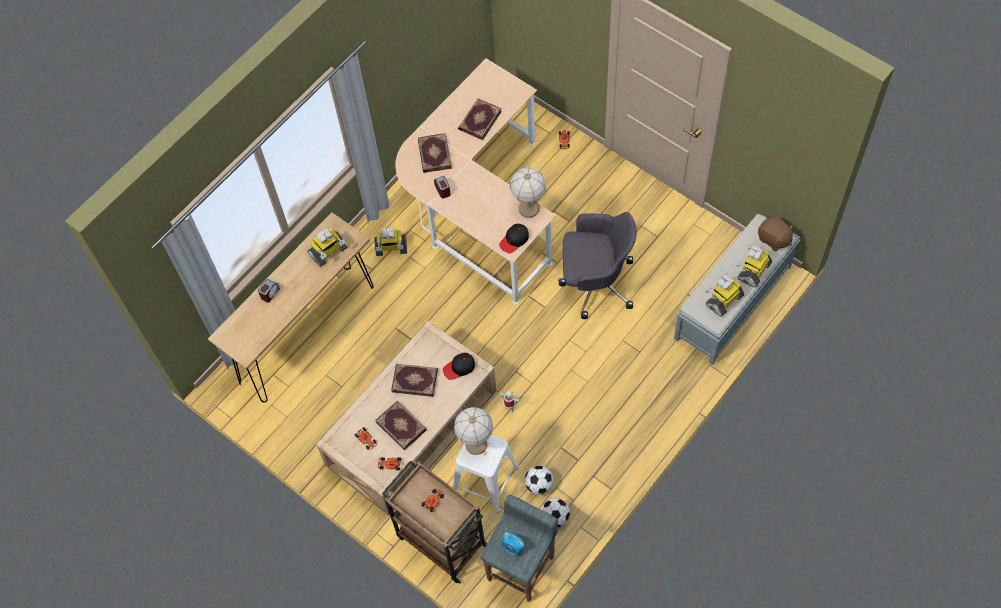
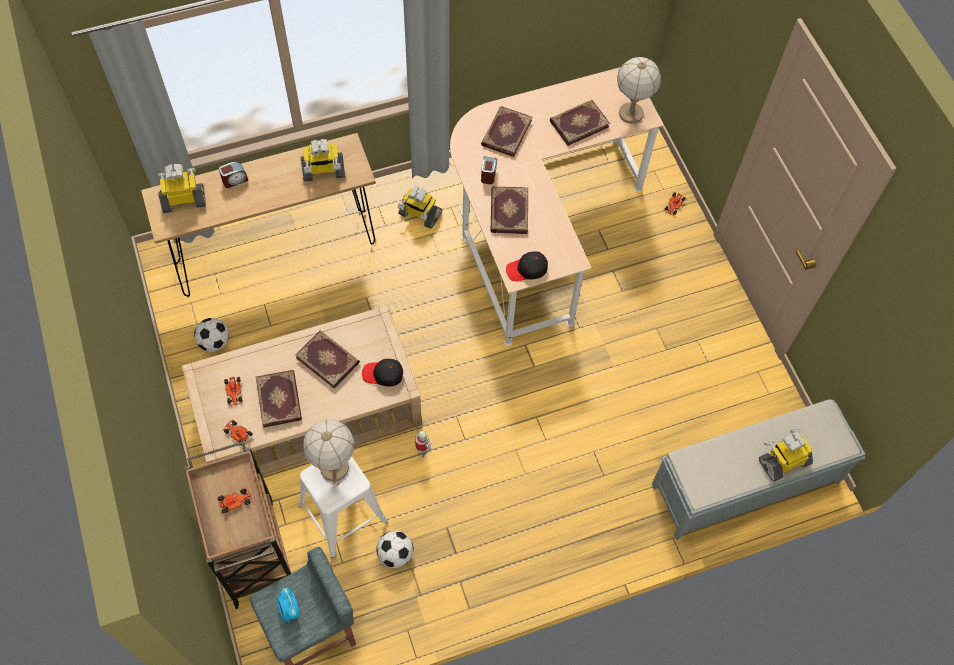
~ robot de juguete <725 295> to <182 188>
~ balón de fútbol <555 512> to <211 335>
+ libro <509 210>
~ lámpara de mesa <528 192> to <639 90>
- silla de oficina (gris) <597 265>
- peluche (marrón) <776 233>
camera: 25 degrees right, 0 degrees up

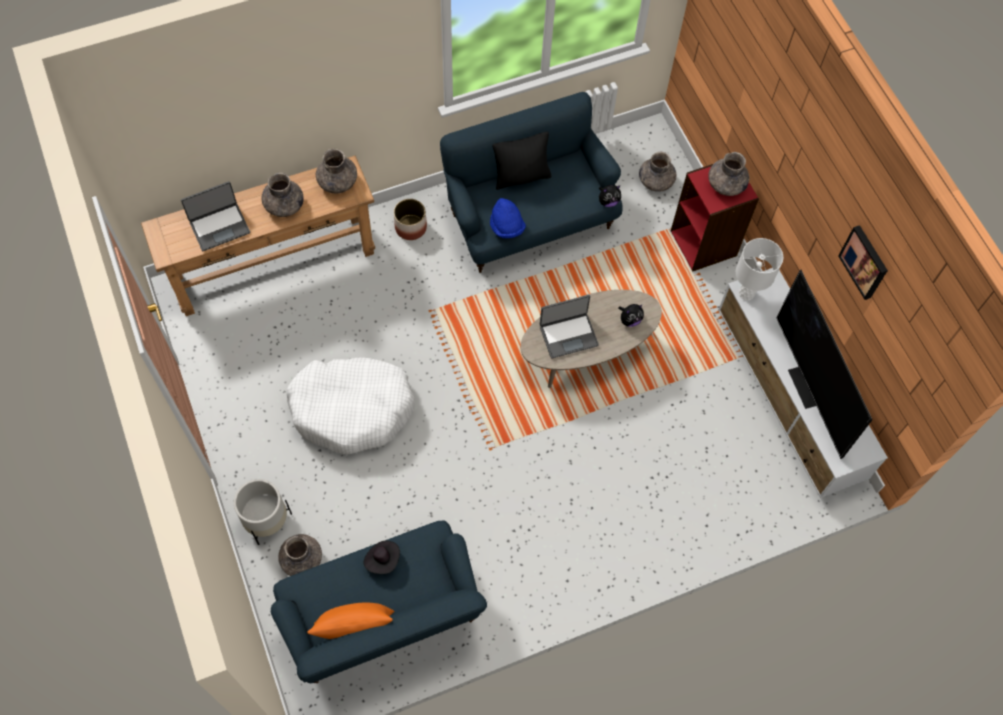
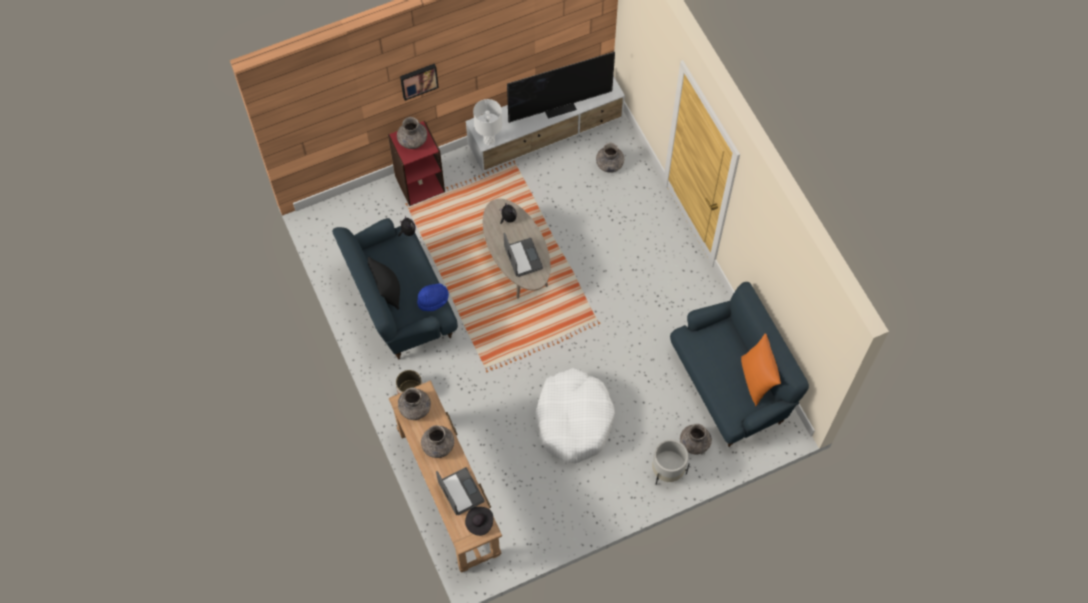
~ cuadro <863 262> to <419 82>
~ sombrero (negro) <382 557> to <479 521>
~ florero (gris) <657 172> to <610 157>
camera: 90 degrees left, 0 degrees up

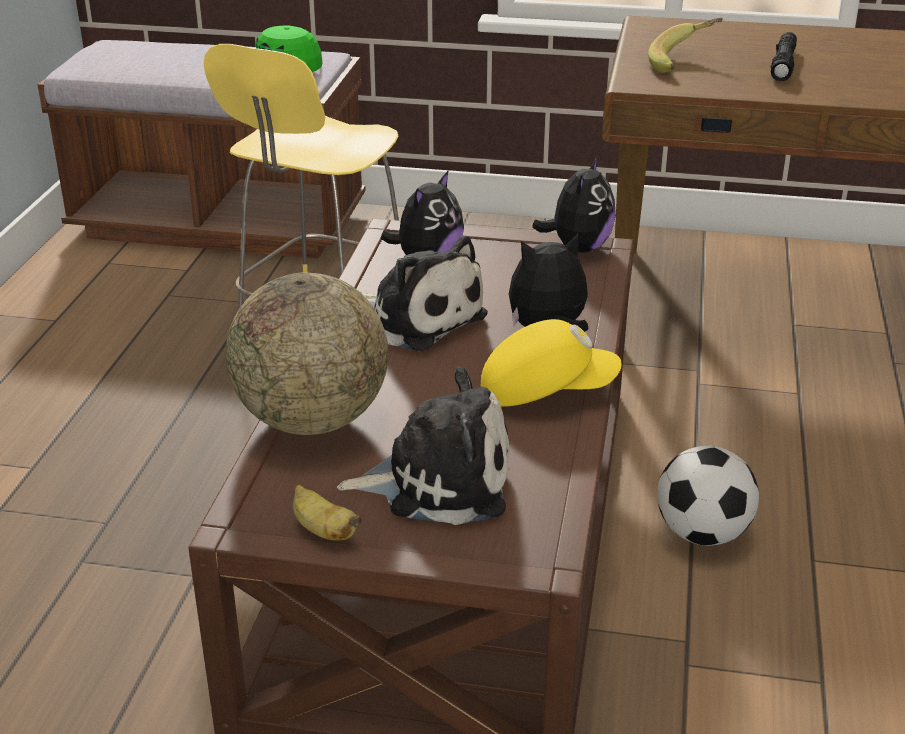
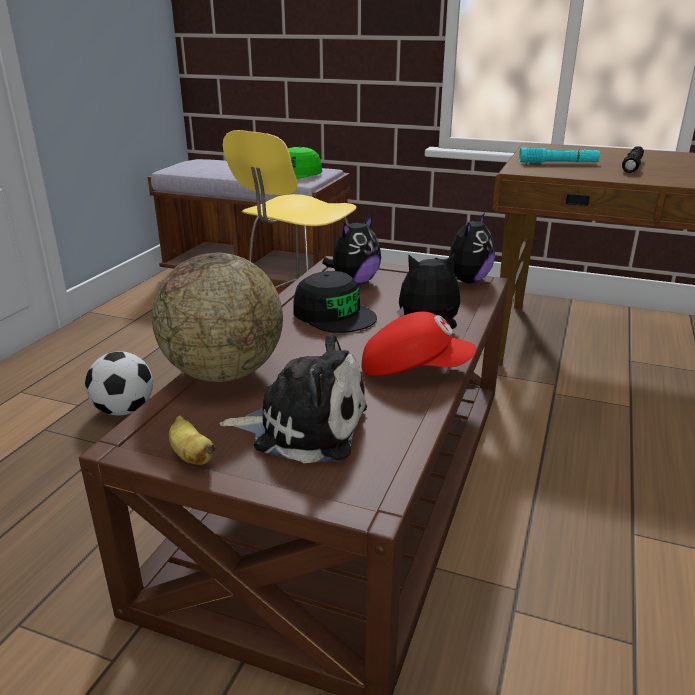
~ balón de fútbol <708 496> to <119 383>
~ peluche <424 293> to gorra (negro) <335 302>
~ gorra (amarillo) <551 362> to gorra (rojo) <419 343>
~ plátano <685 45> to linterna (turquesa) <559 155>
camera: 10 degrees right, 5 degrees down

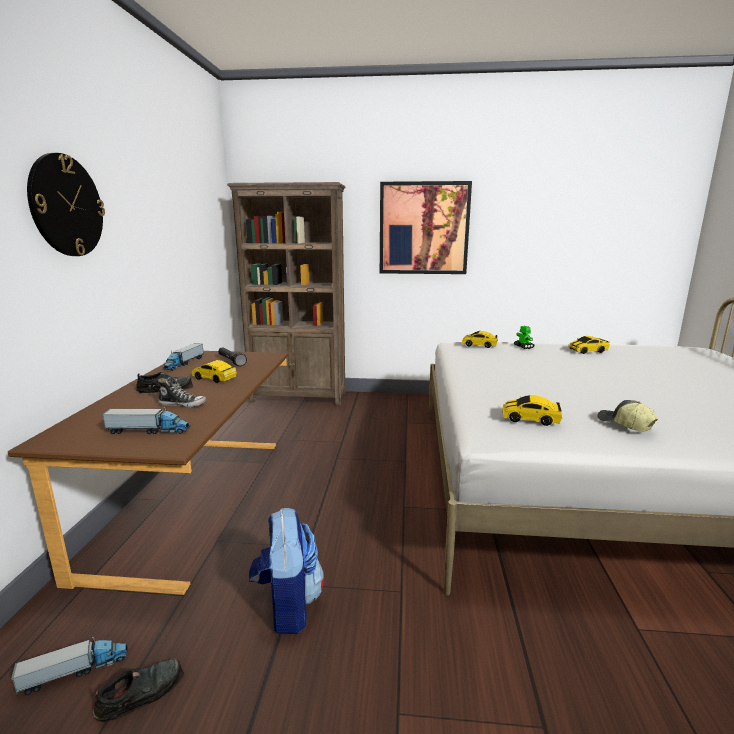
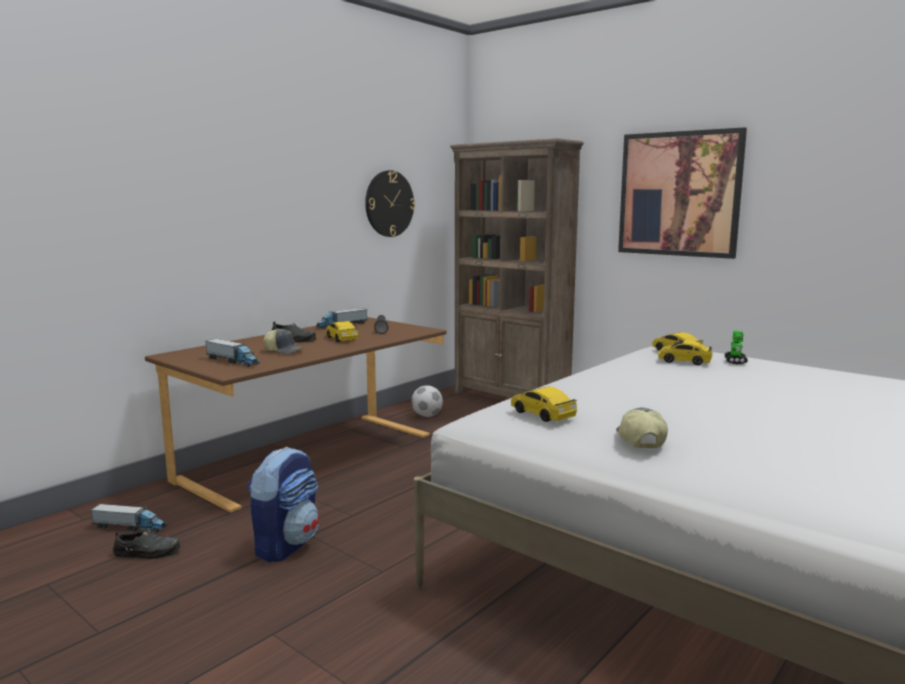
~ zapato <182 392> to gorra <284 342>
~ reloj de pared <66 204> to <390 203>
+ balón de fútbol <427 401>
~ coche de juguete <589 345> to <685 352>
camera: 35 degrees right, 5 degrees down

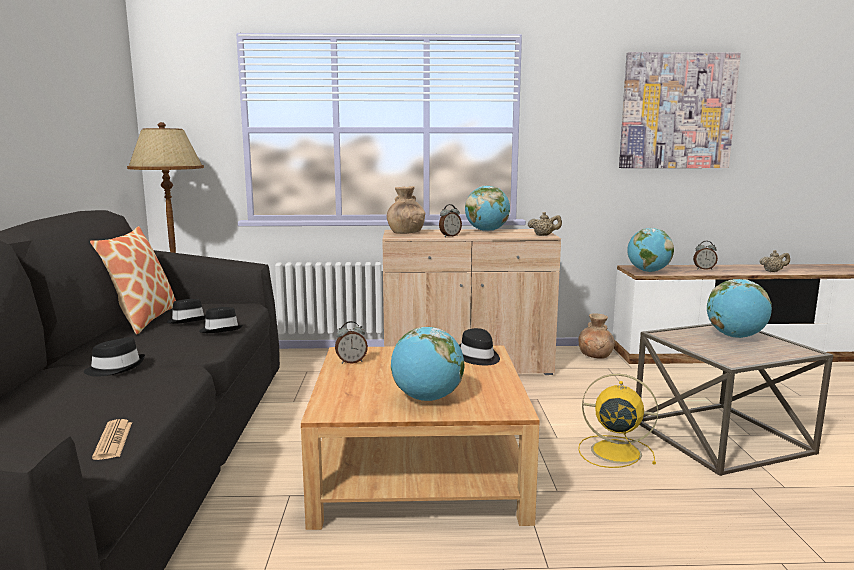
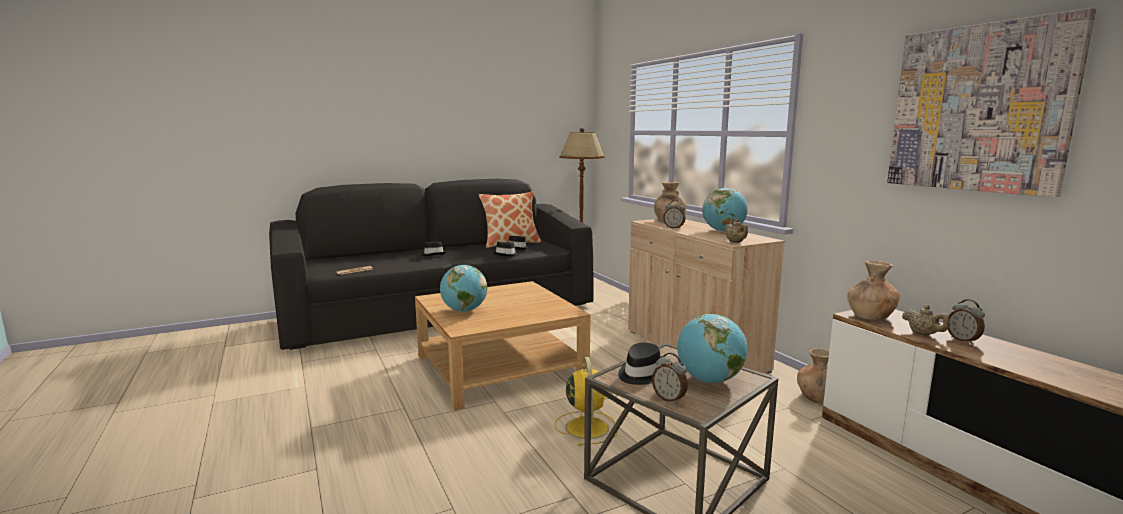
~ sombrero (negro) <479 346> to <642 364>
~ despertador <351 342> to <670 378>
~ globo terráqueo <650 250> to florero (marrón) <873 290>
~ tetera (beis) <774 261> to <926 320>
camera: 65 degrees right, 0 degrees up

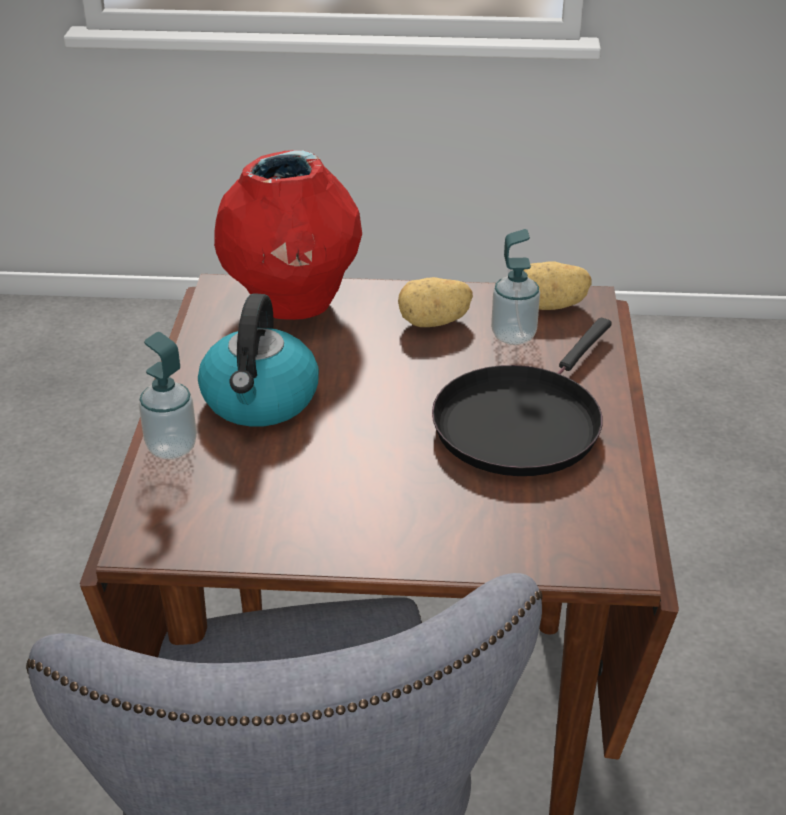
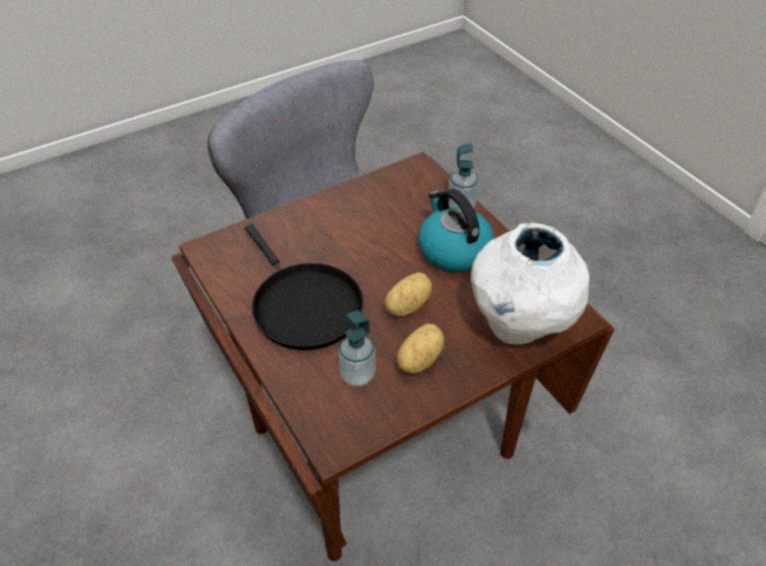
~ sartén (negro) <522 397> = <304 287> 150 degrees clockwise
~ patata <558 285> to <408 294>
~ florero (rojo) <288 235> to florero (blanco) <530 284>
camera: 145 degrees right, 10 degrees up

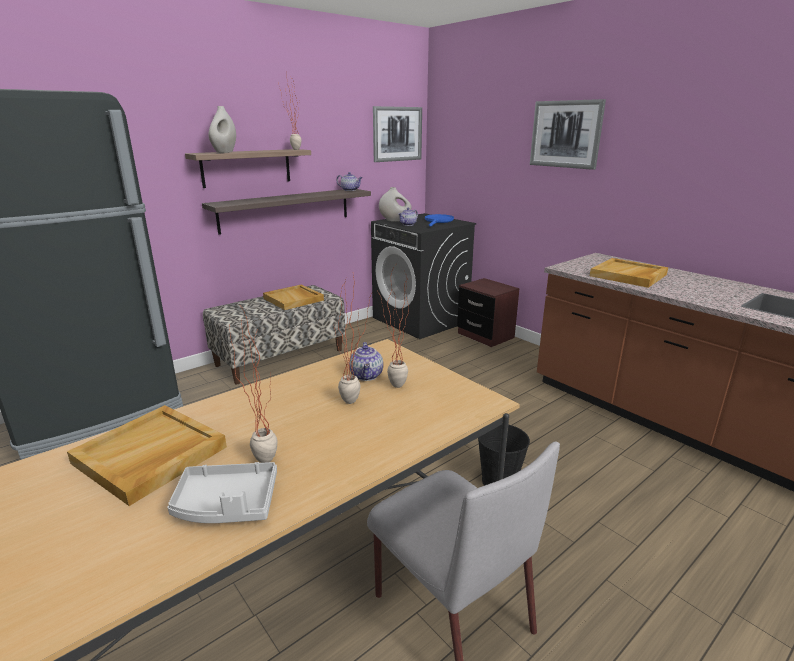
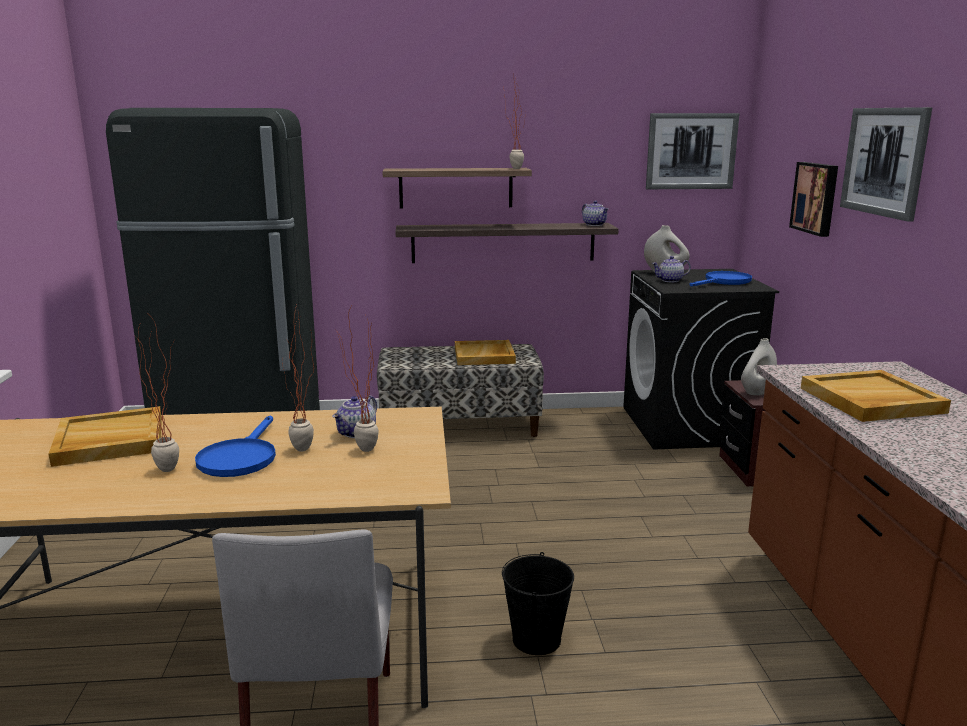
+ sartén (azul) <235 446>
~ florero (blanco) <222 129> to <759 366>
+ cuadro <813 199>
- bandeja (gris) <222 492>
camera: 35 degrees right, 5 degrees down

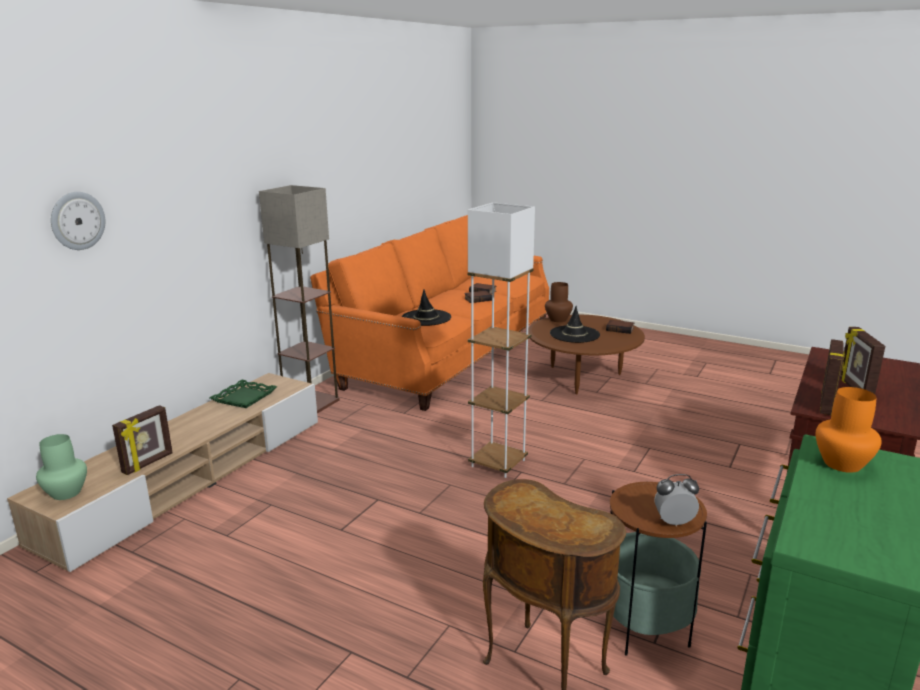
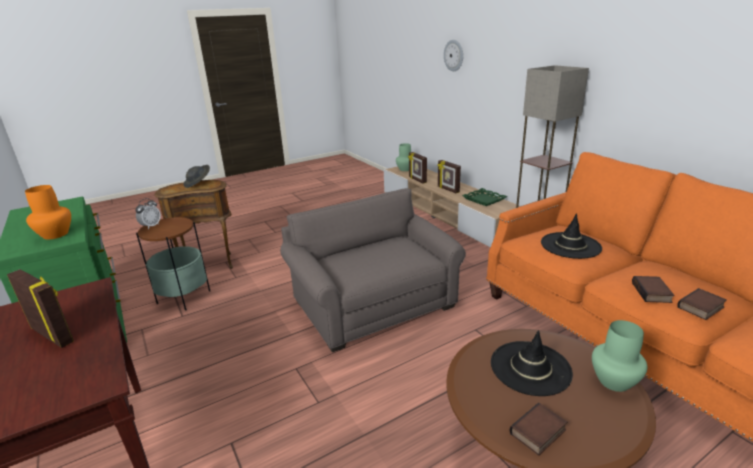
+ sombrero (gris) <196 176>
~ lámpara de pie (blanco) <501 340> to sillón (gris) <373 270>
~ portarretratos <832 377> to <449 176>
~ florero (marrón) <559 302> to florero (verde) <619 356>
camera: 120 degrees right, 5 degrees up

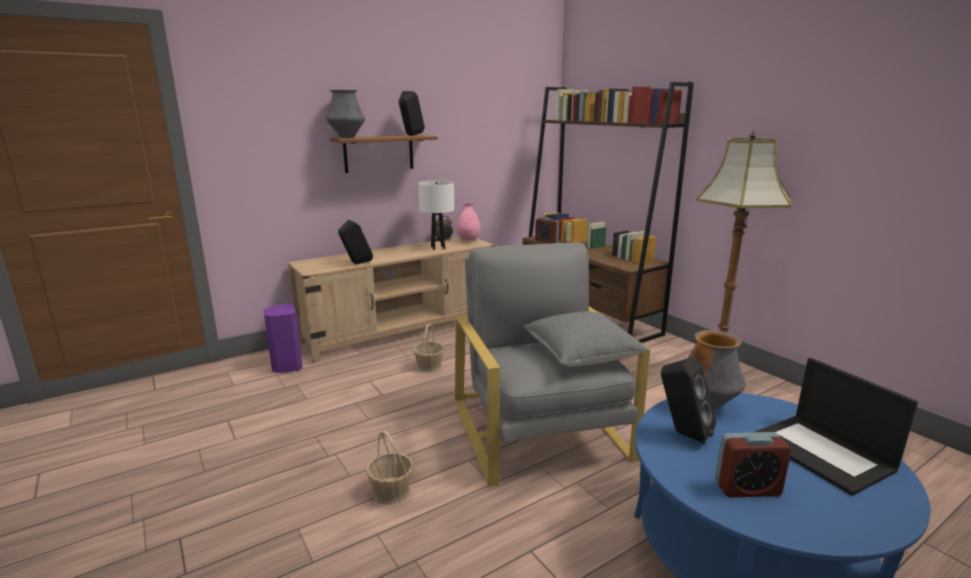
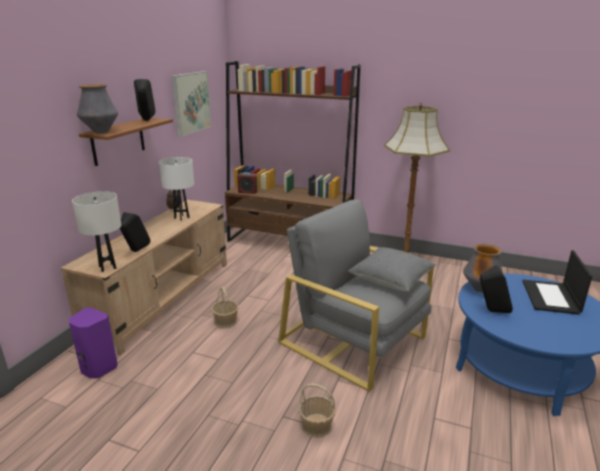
+ lámpara de mesa (blanco) <96 231>
+ cuadro <192 104>
~ portátil <836 427> = <557 282> 75 degrees clockwise
- florero (rosa) <468 221>
- despertador <753 465>
camera: 35 degrees left, 5 degrees up

